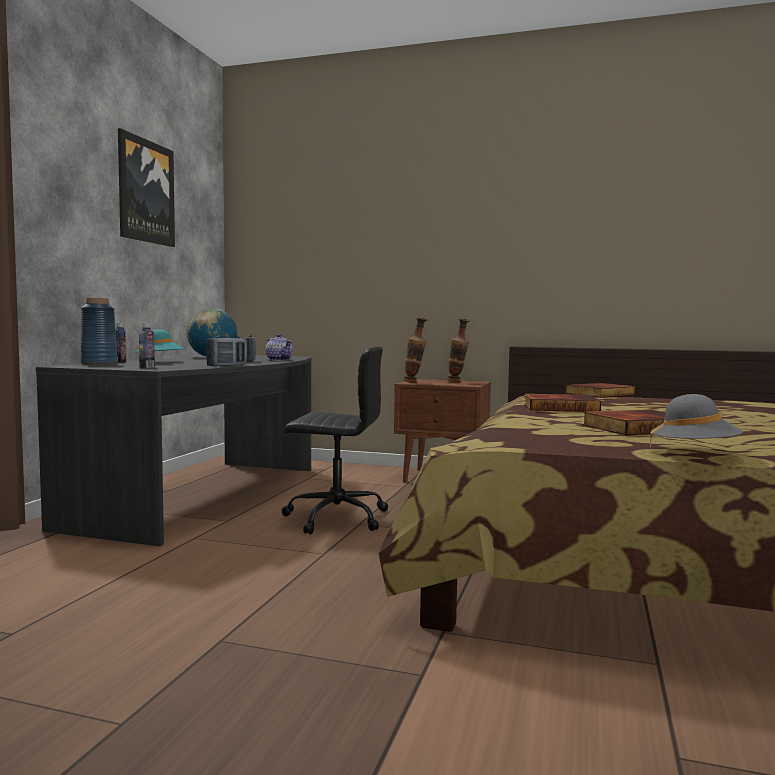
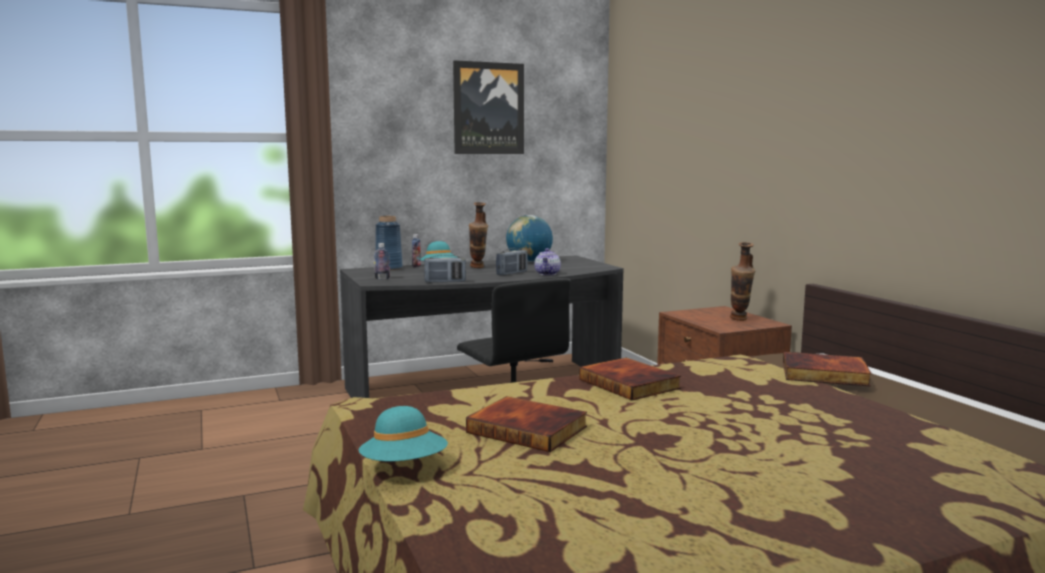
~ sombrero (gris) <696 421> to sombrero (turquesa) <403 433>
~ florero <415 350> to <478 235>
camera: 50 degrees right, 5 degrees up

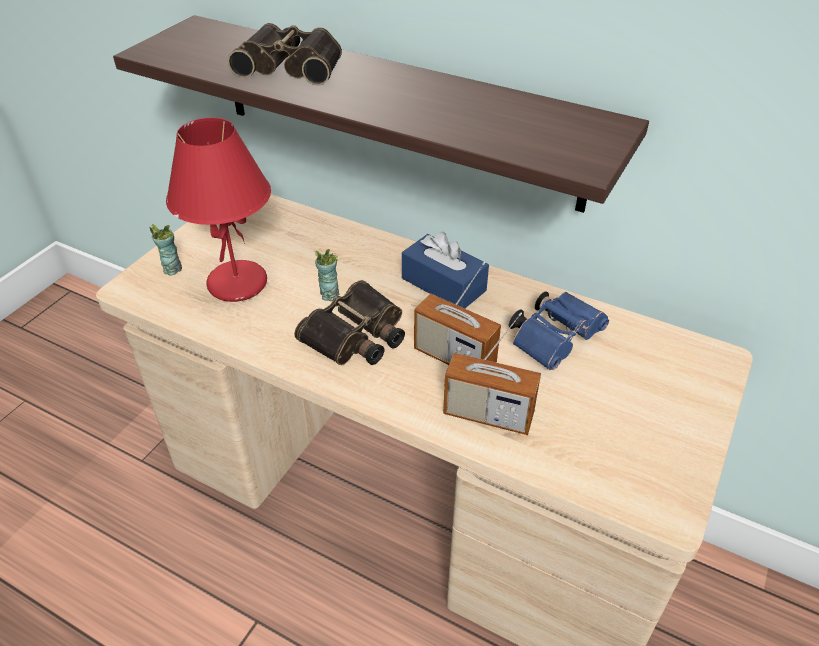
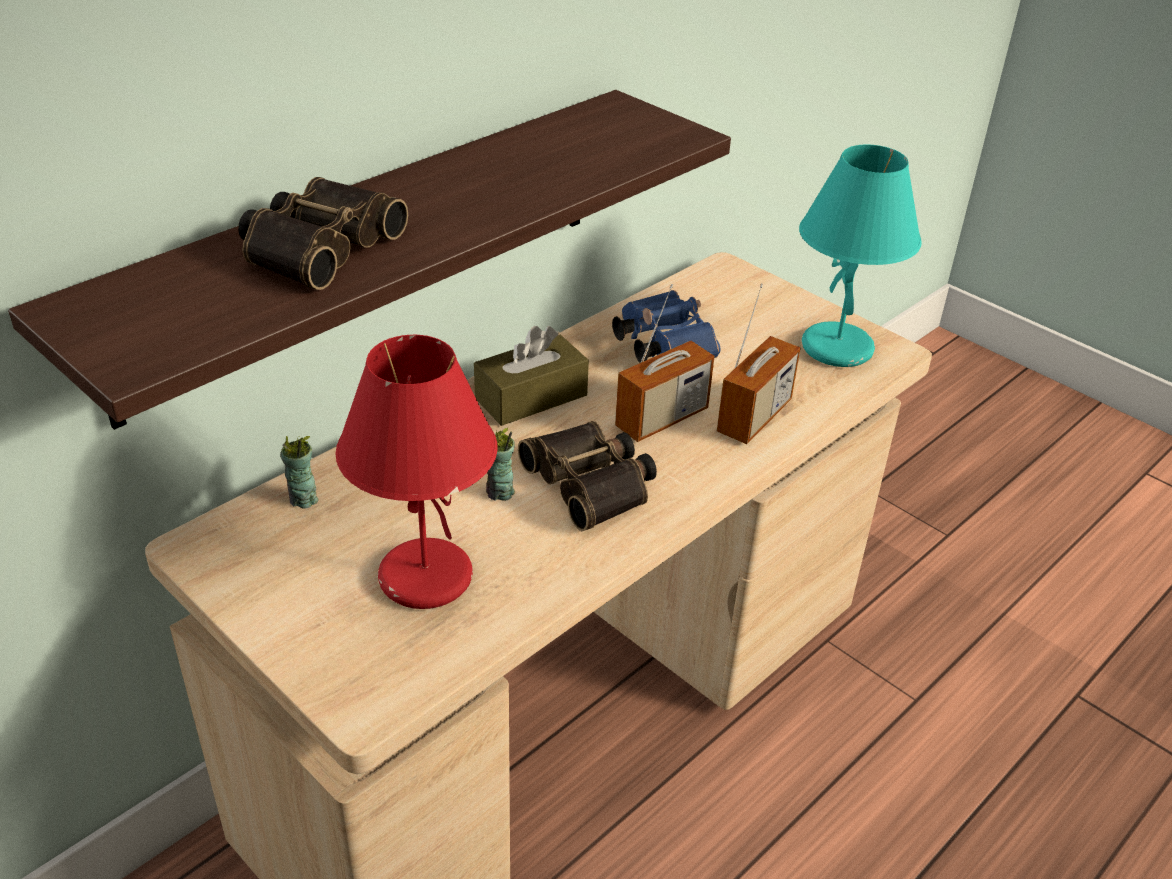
~ taza <165 250> to <299 472>
~ caja de pañuelos (azul) <445 270> to caja de pañuelos (marrón) <531 376>
+ lámpara de mesa (turquesa) <860 255>
camera: 75 degrees left, 5 degrees down

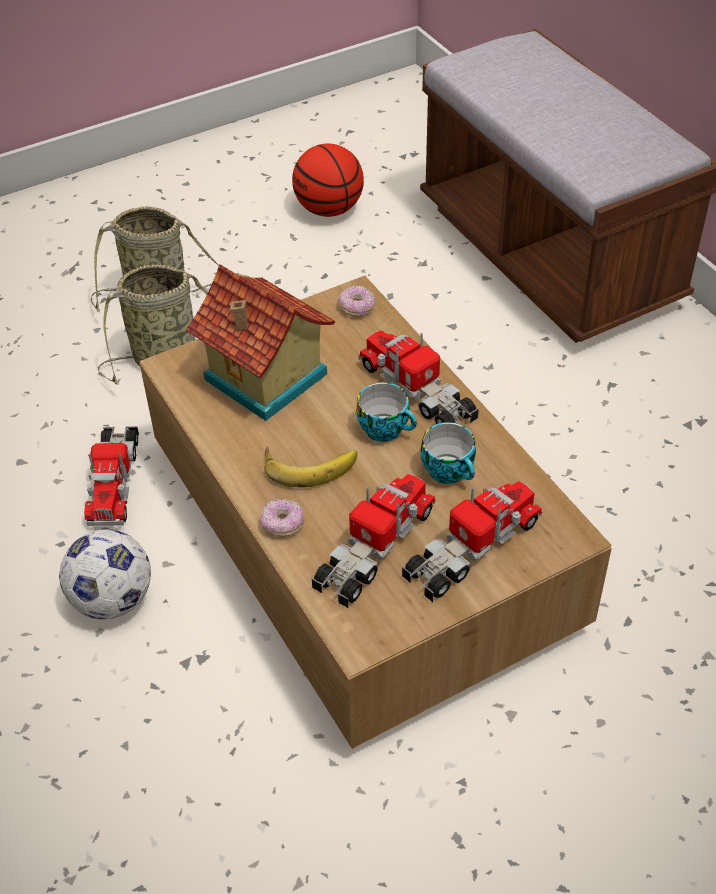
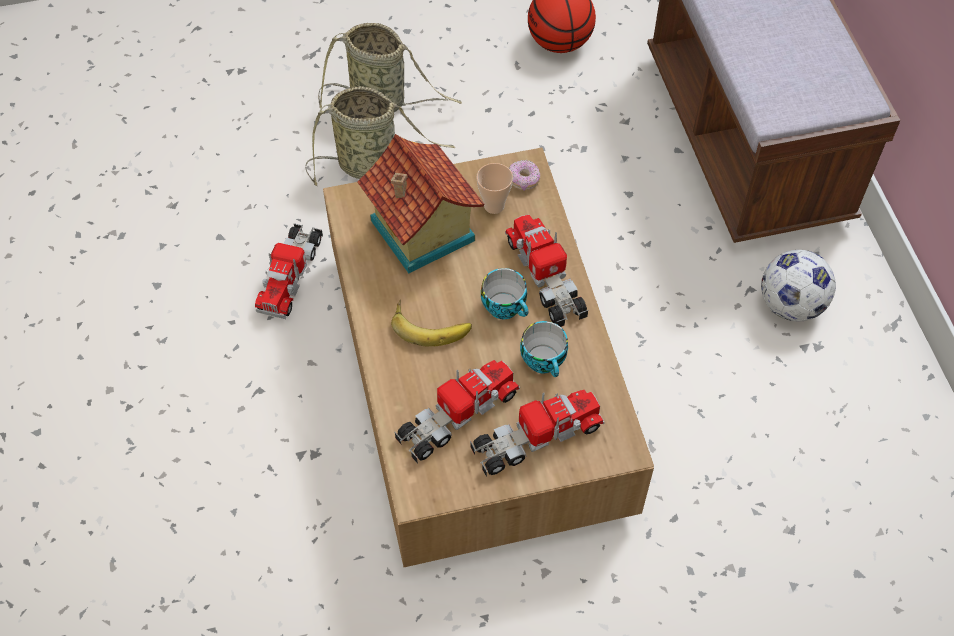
+ taza <495 188>
~ balón de fútbol <105 574> to <798 285>
- rosquilla <282 518>
camera: 15 degrees right, 10 degrees up

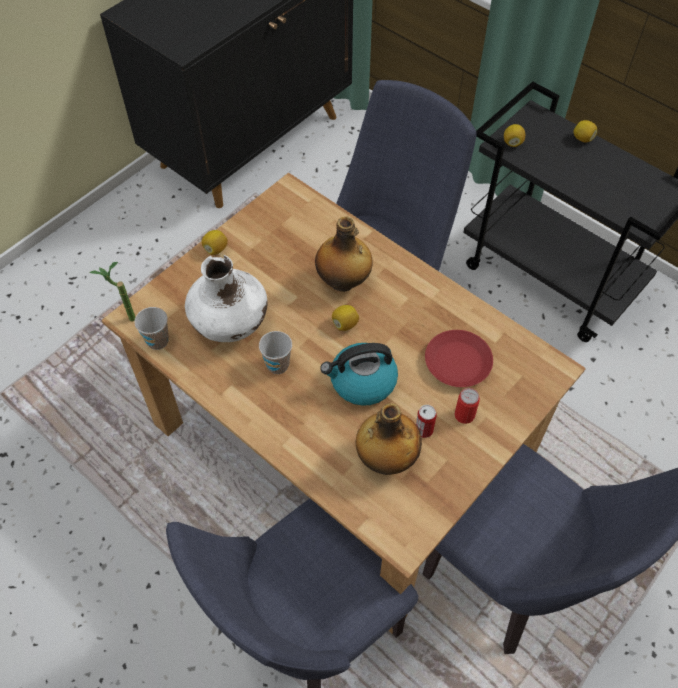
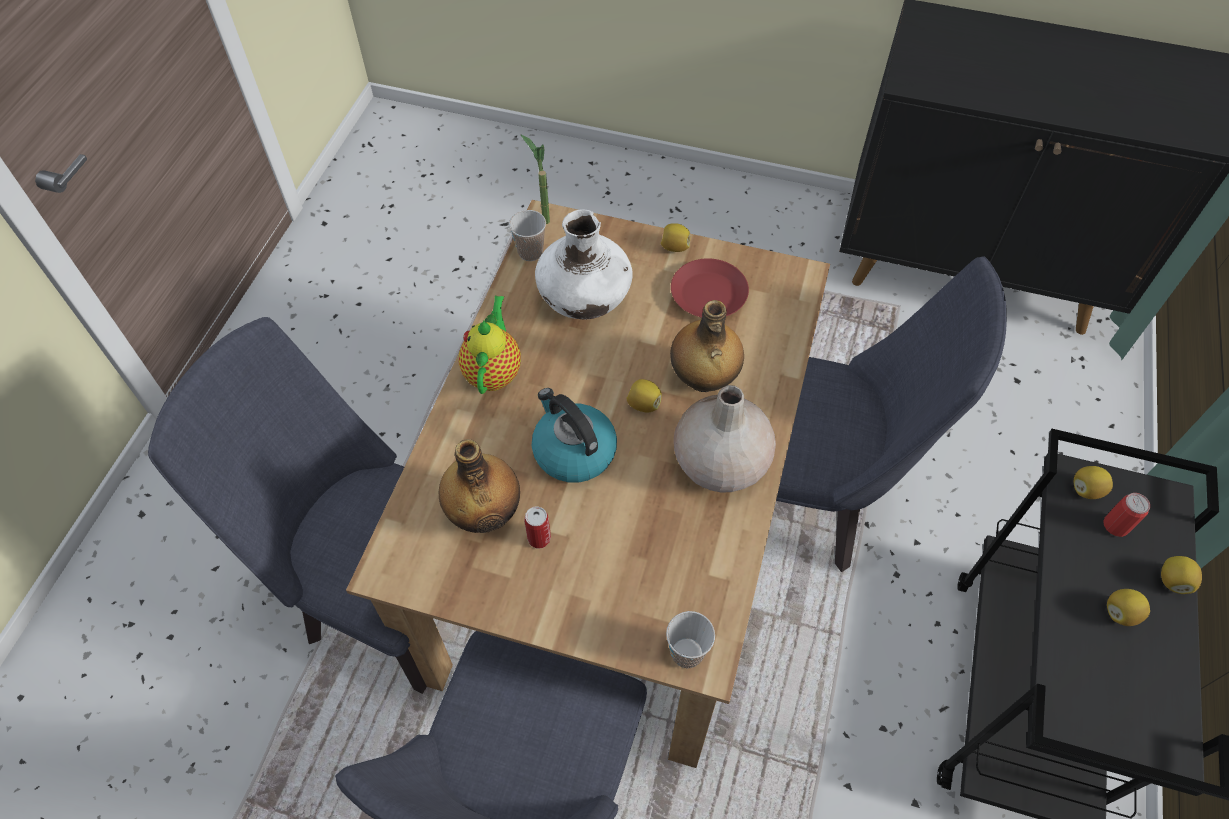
+ tetera <490 345>
~ taza <275 352> to <690 640>
~ plato (rojo) <459 358> to <710 287>
+ florero (beis) <725 438>
~ lata <467 406> to <1126 515>
+ limón <1128 607>
camera: 65 degrees right, 0 degrees up

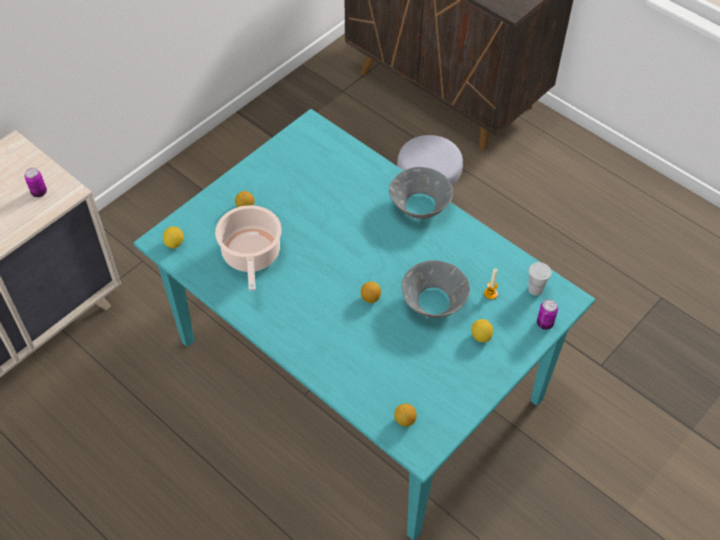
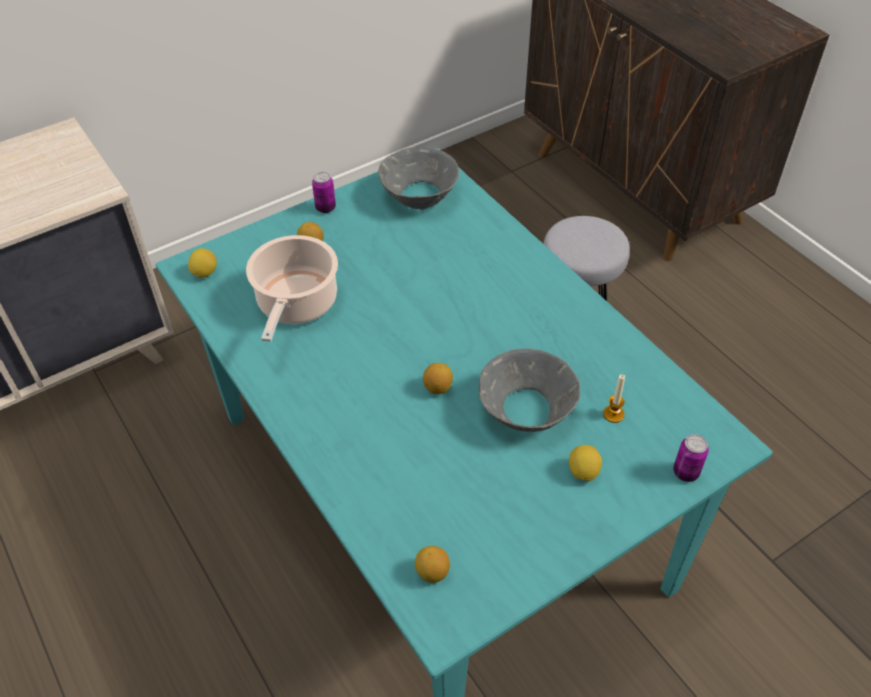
~ lata <36 182> to <324 192>
~ cuenco (gris) <421 193> to <418 178>
- taza (blanco) <540 279>
camera: 15 degrees right, 5 degrees down

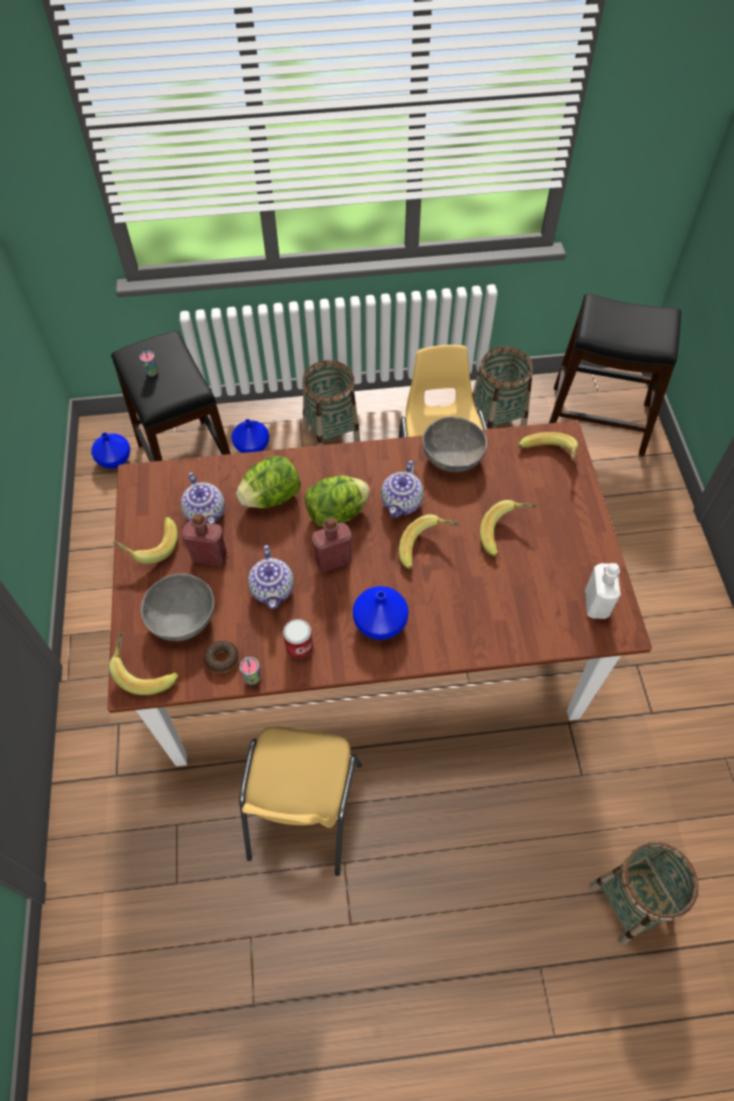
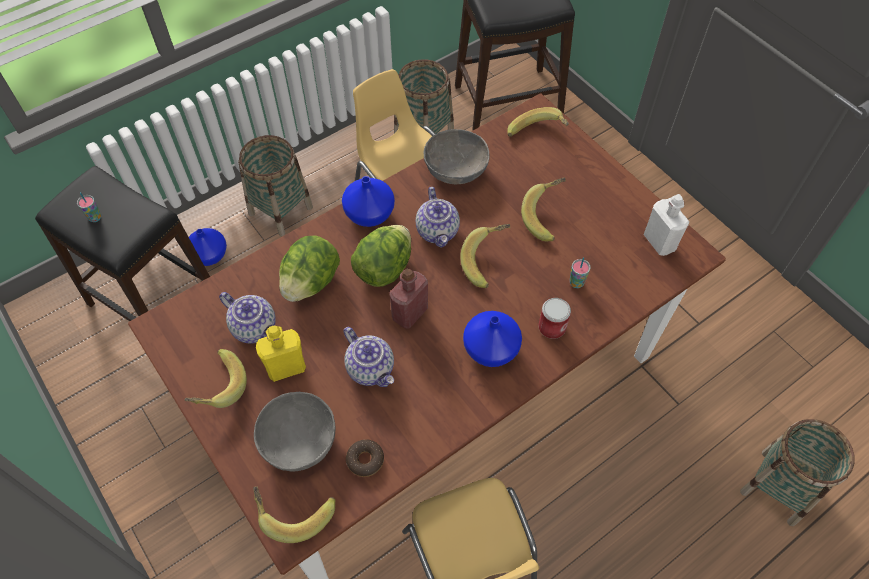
~ botella (rojo) <204 539> to botella (amarillo) <281 354>
~ florero (azul) <110 450> to <368 201>
~ lata <298 639> to <554 318>
~ taza <250 671> to <580 272>
camera: 30 degrees left, 0 degrees up

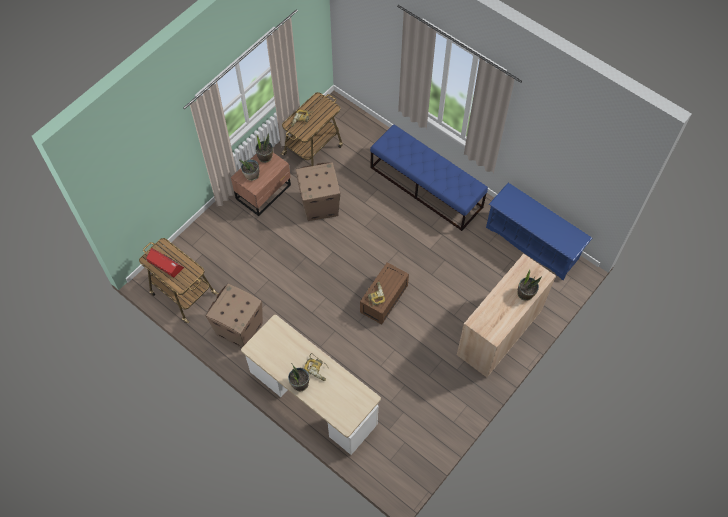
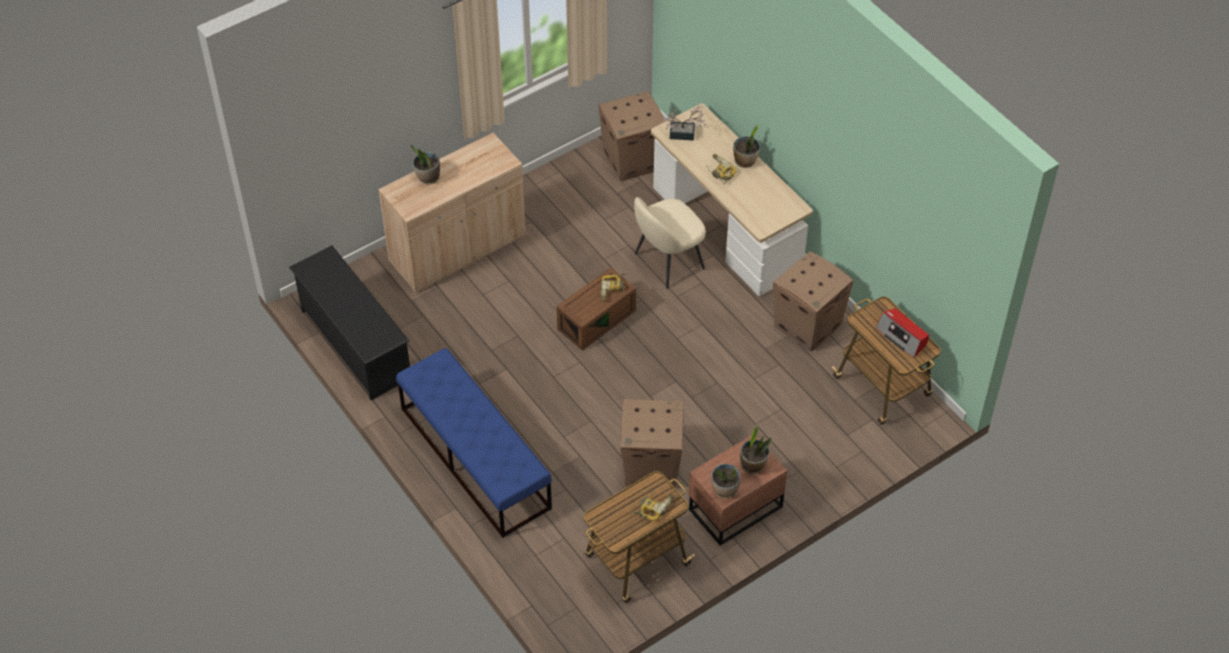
~ zapatero (azul) <539 231> to zapatero (negro) <349 323>
+ caja de cartón <631 136>
+ silla (beis) <670 243>
+ planta en maceta <684 123>
camera: 165 degrees left, 10 degrees down

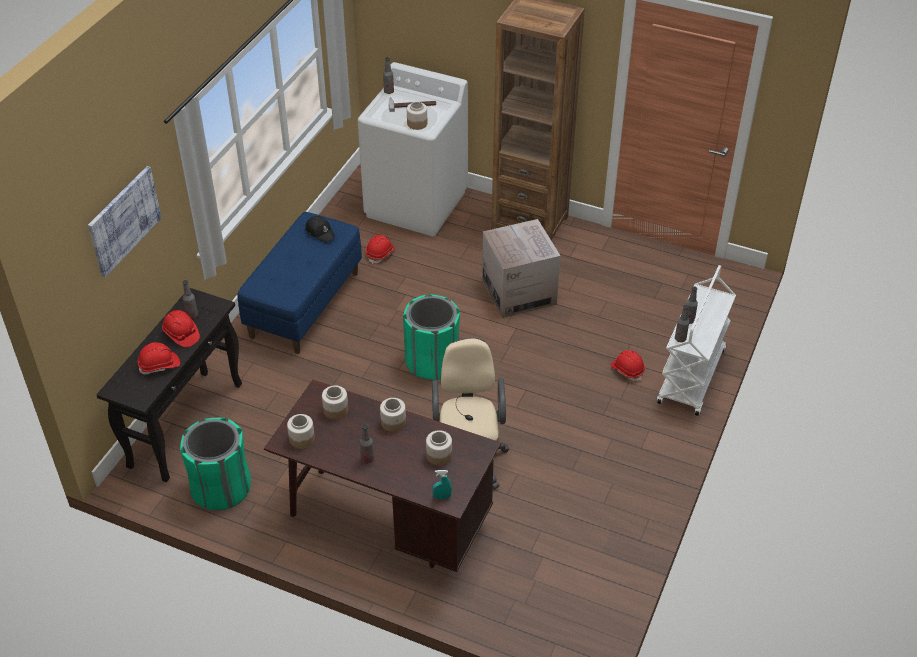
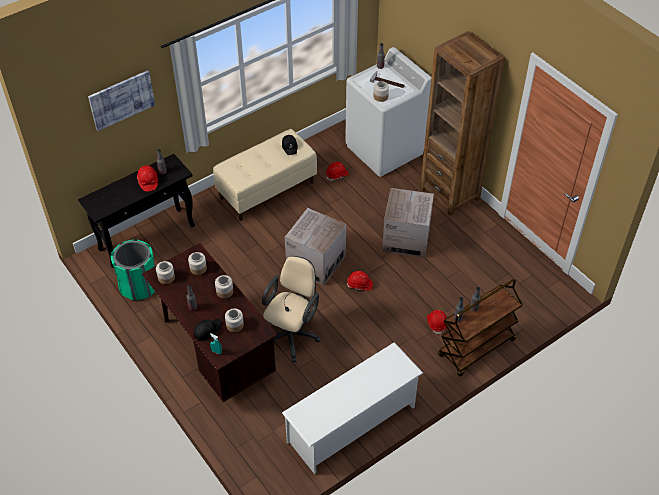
+ gorra (negro) <208 330>
~ banco (azul) <300 283> to banco (beis) <265 175>
+ zapatero (blanco) <352 408>
~ papelera (verde) <431 337> to caja de cartón <315 246>
~ casco (rojo) <159 358> to <360 281>
~ carrito (blanco) <696 340> to carrito (marrón) <480 328>
camera: 30 degrees right, 5 degrees up

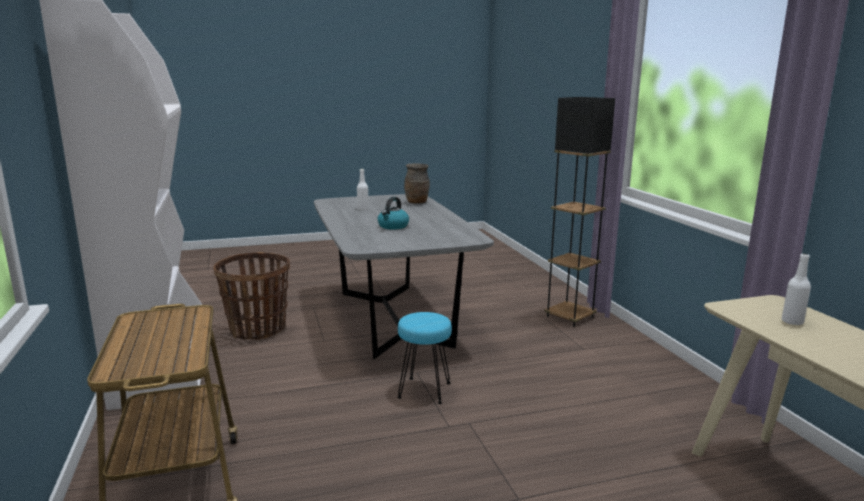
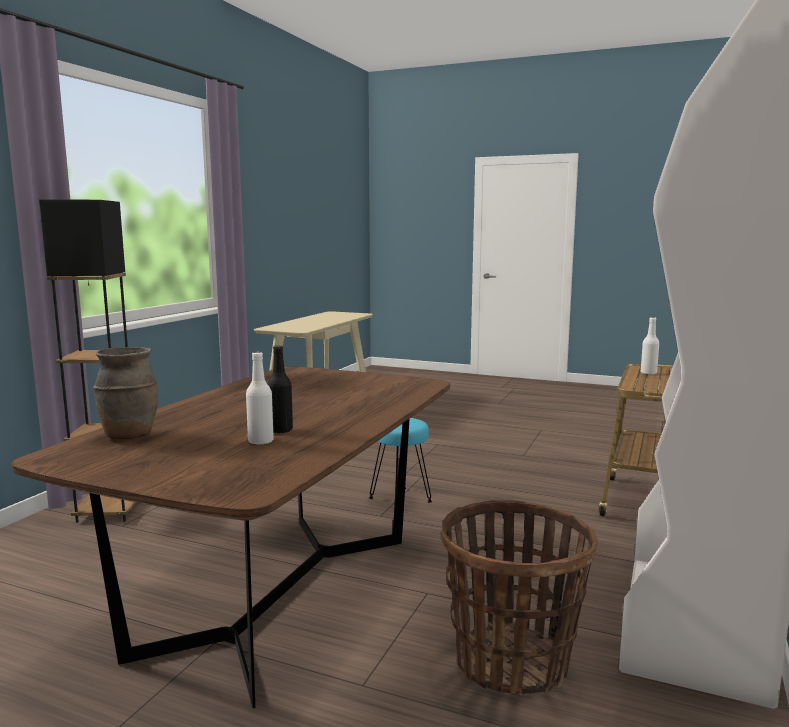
~ mesa de comedor (gris) <404 276> to mesa de comedor (marrón) <231 537>
+ botella (negro) <280 389>
~ botella (blanco) <796 289> to <650 345>
- hervidor <393 213>
camera: 140 degrees left, 5 degrees down

